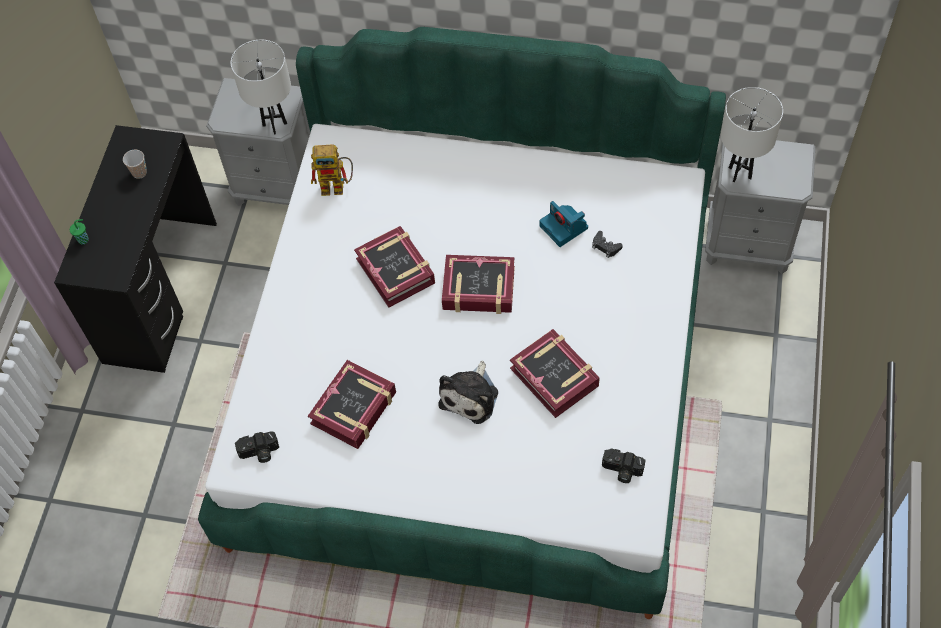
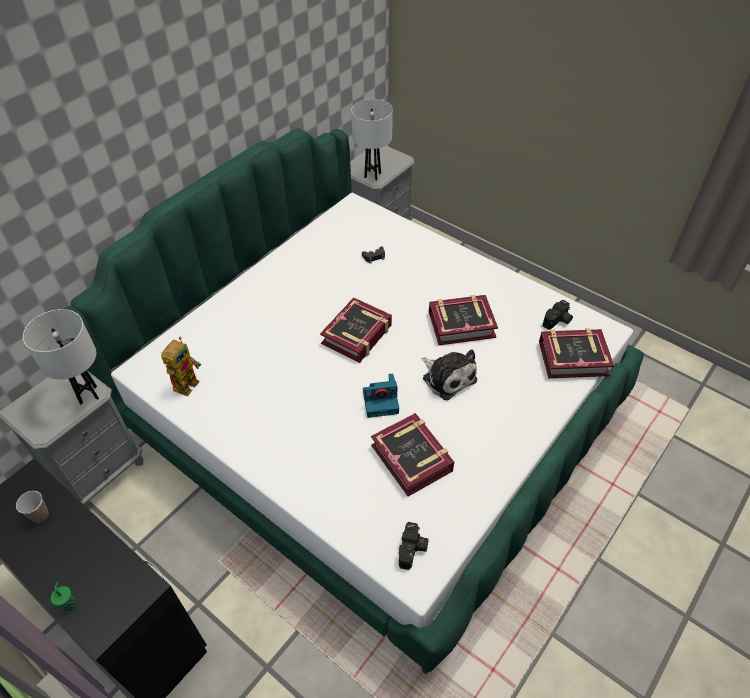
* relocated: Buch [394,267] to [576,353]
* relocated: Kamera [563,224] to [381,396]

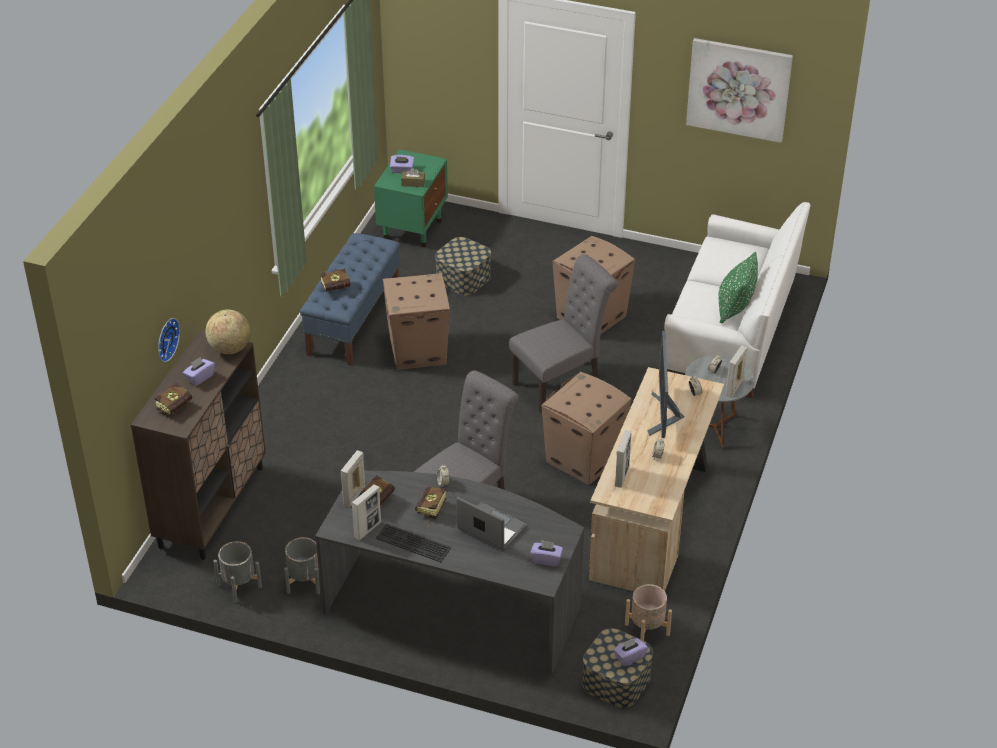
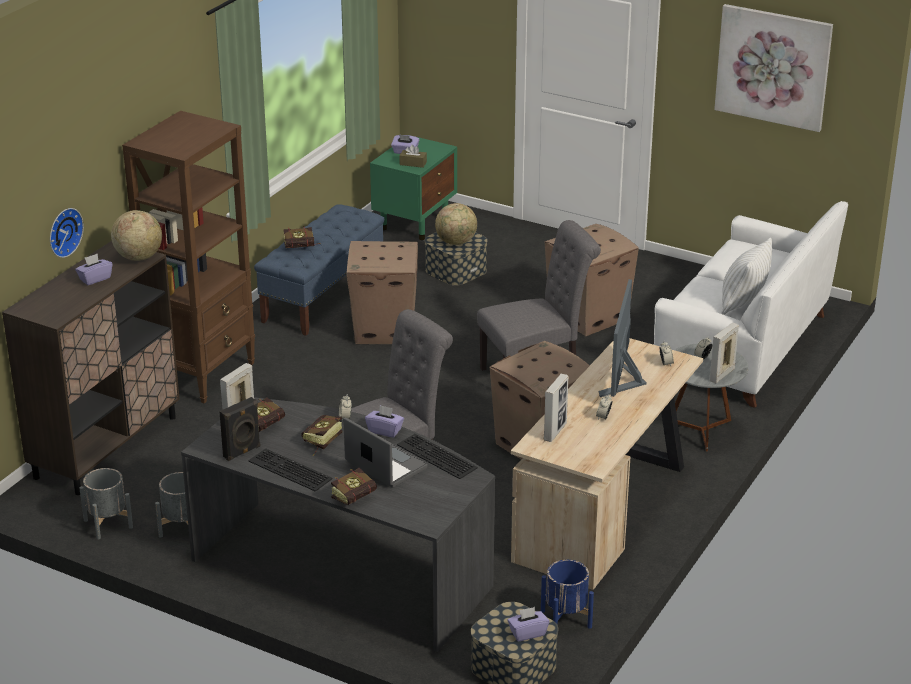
* relocated: Buch [173,399] to [354,486]
* exchanged: Bilderrahmen [366,512] to Lautsprecher [schwarz] [239,429]
* relocated: Taschentuchbox [lila] [546,553] to [384,421]
* colour: Pflanzkübel [beige] [648,612] to Pflanzkübel [blau] [567,594]
* colour: Kissen [grün] [738,288] to Kissen [weiß] [746,276]
* appeared: Bücherregal [braun] [188,257]
* appeared: Tastatur [437,456]
* appeared: Globus [456,224]

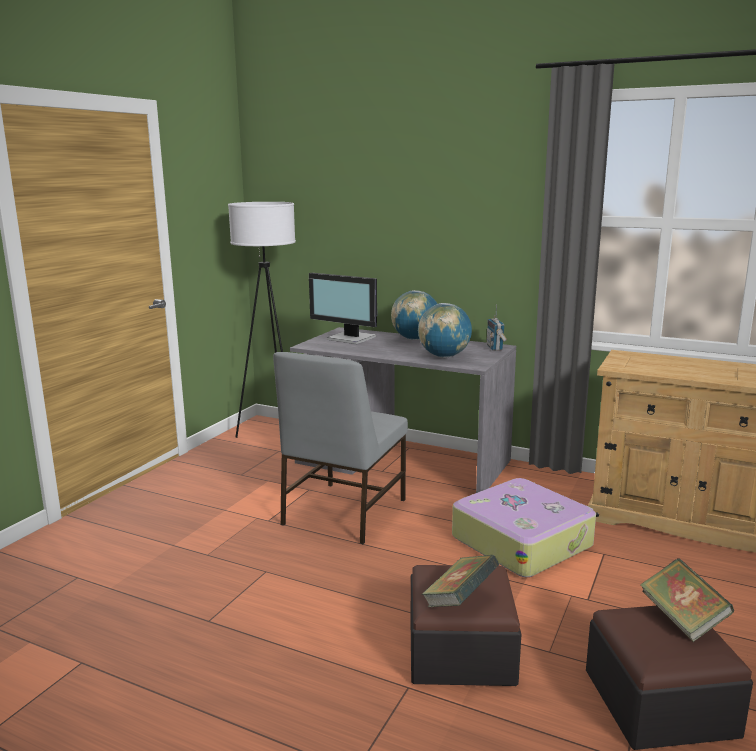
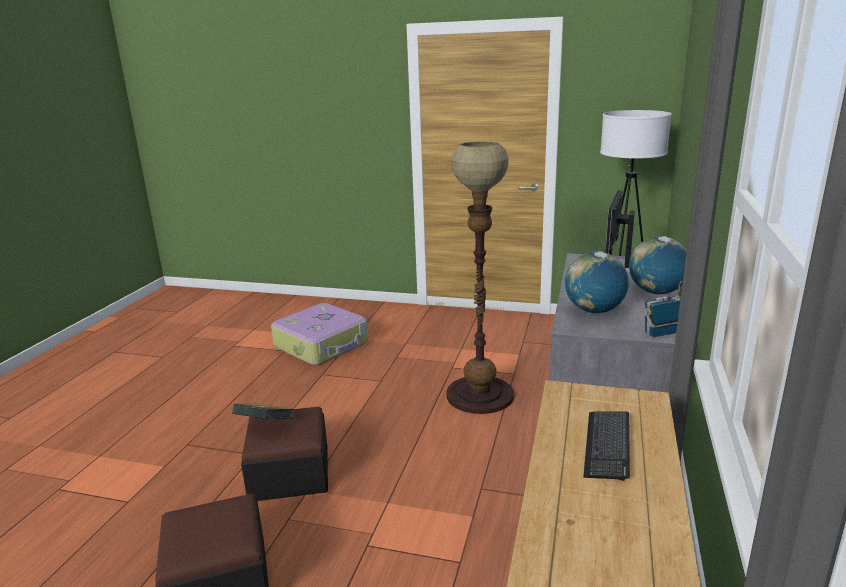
* exchanged: Stuhl [grau] [340,448] to Stehlampe [480,277]
* relocated: Koffer [524,527] to [319,334]
* missing: Buch [687,600]
* appeared: Tastatur [606,446]

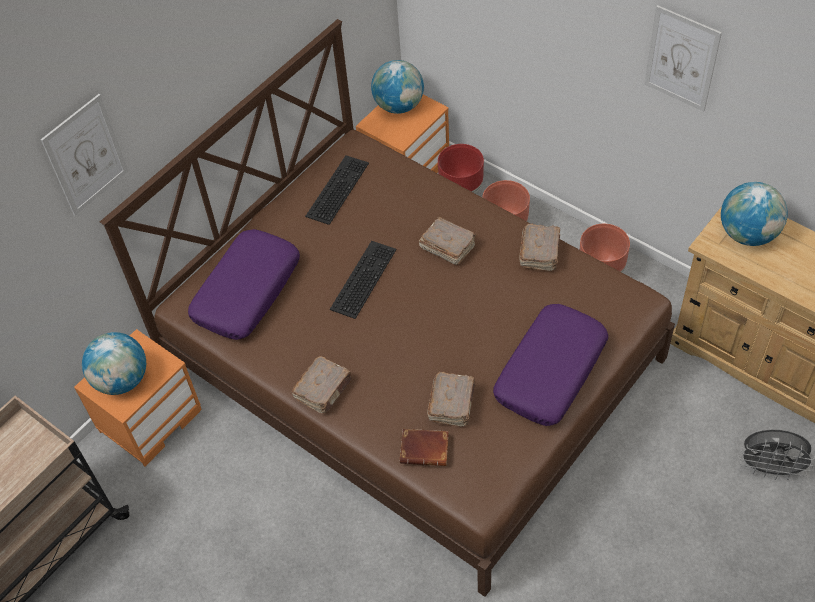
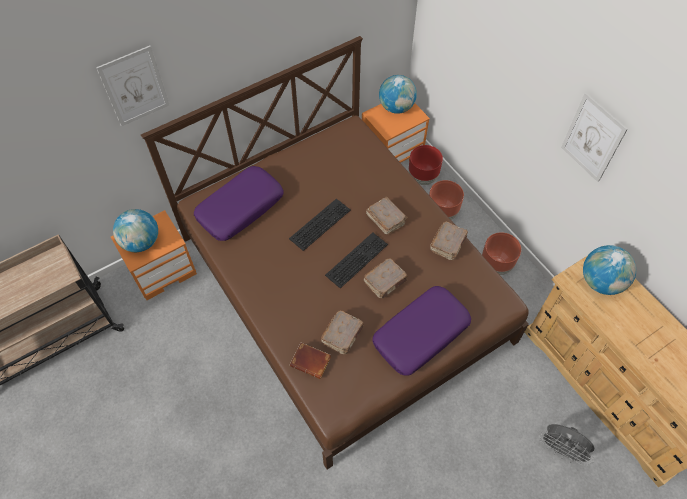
* relocated: Buch [braun] [322,384] to [386,278]
* relocated: Tastatur [337,190] to [356,260]

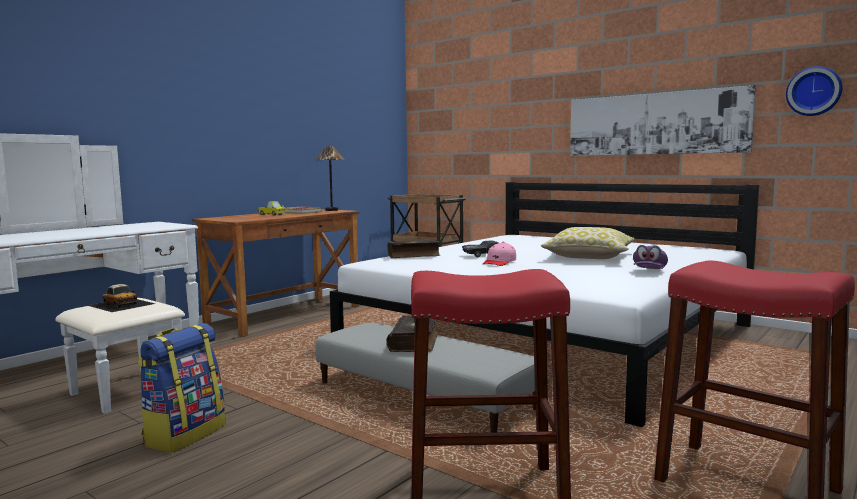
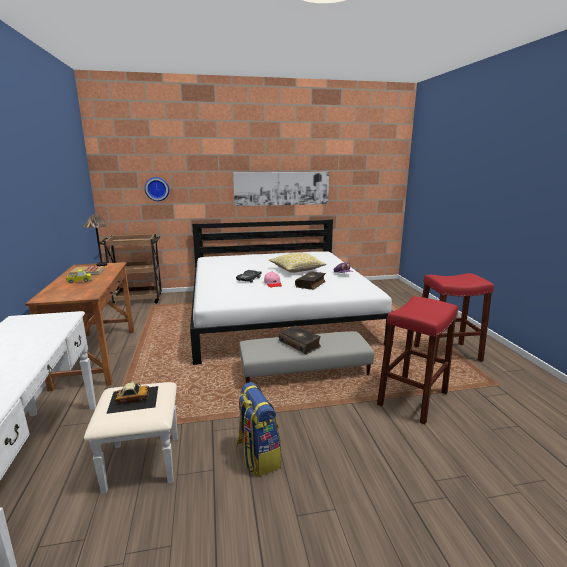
* relocated: Buch [414,248] to [310,280]
* relocated: Wanduhr [814,91] to [157,189]

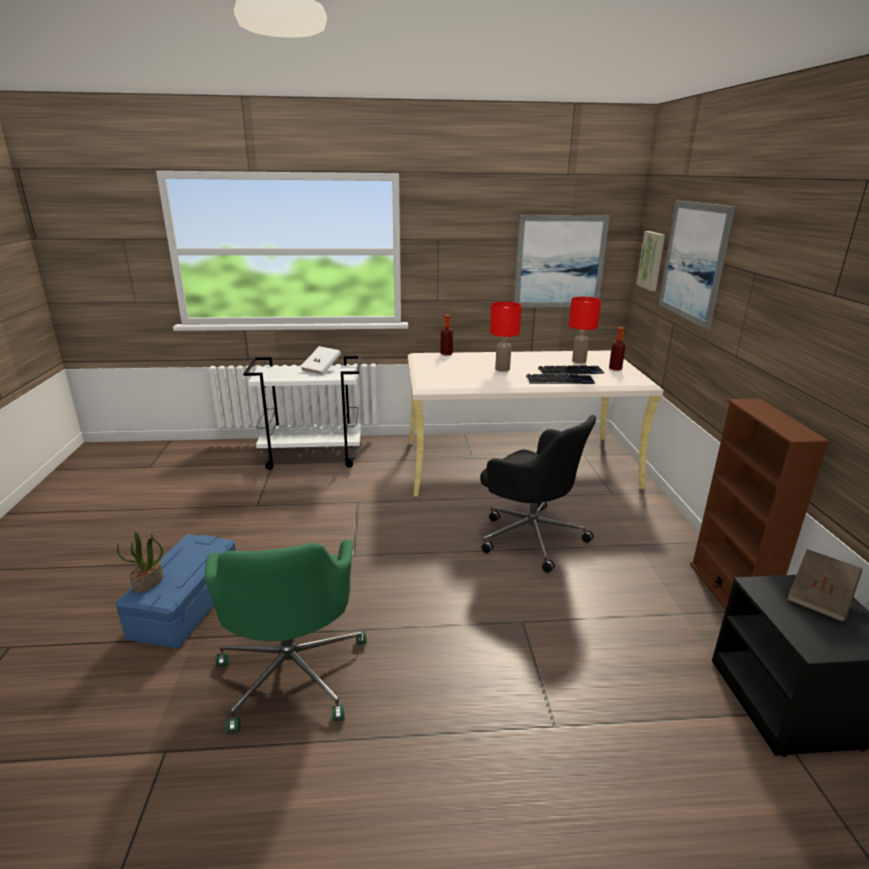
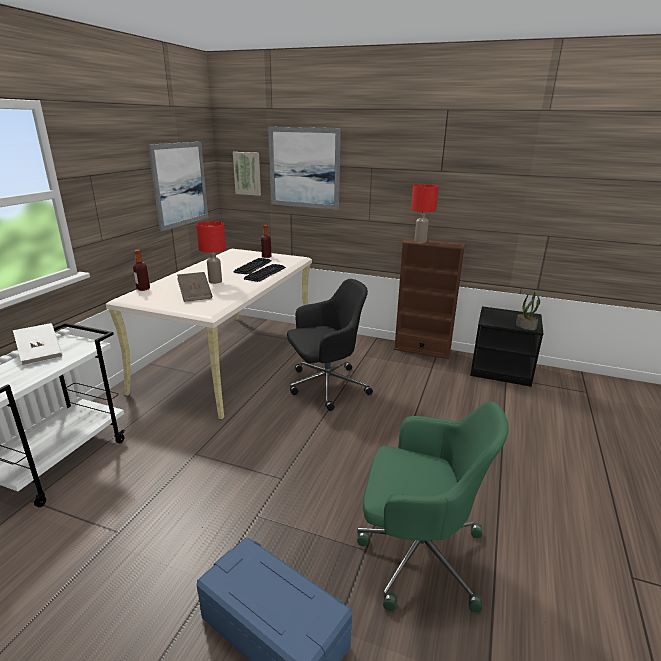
* relocated: Topfpflanze [140,562] to [528,311]
* relocated: Tischlampe [rot] [585,330] to [425,213]
* relocated: Buch [braun] [824,585] to [194,287]

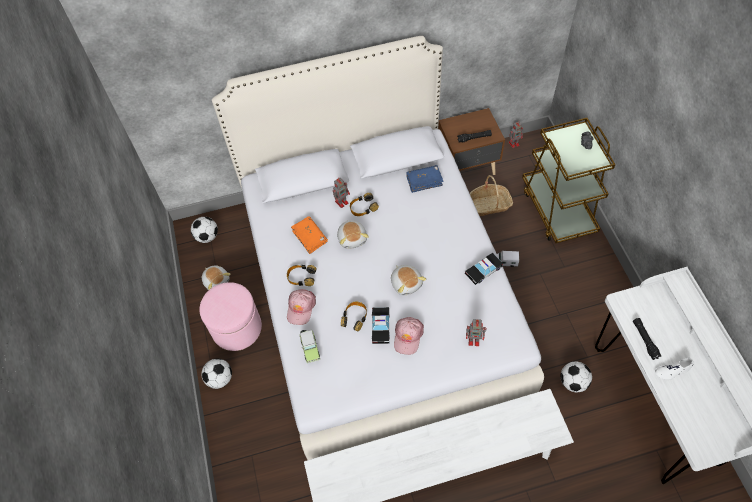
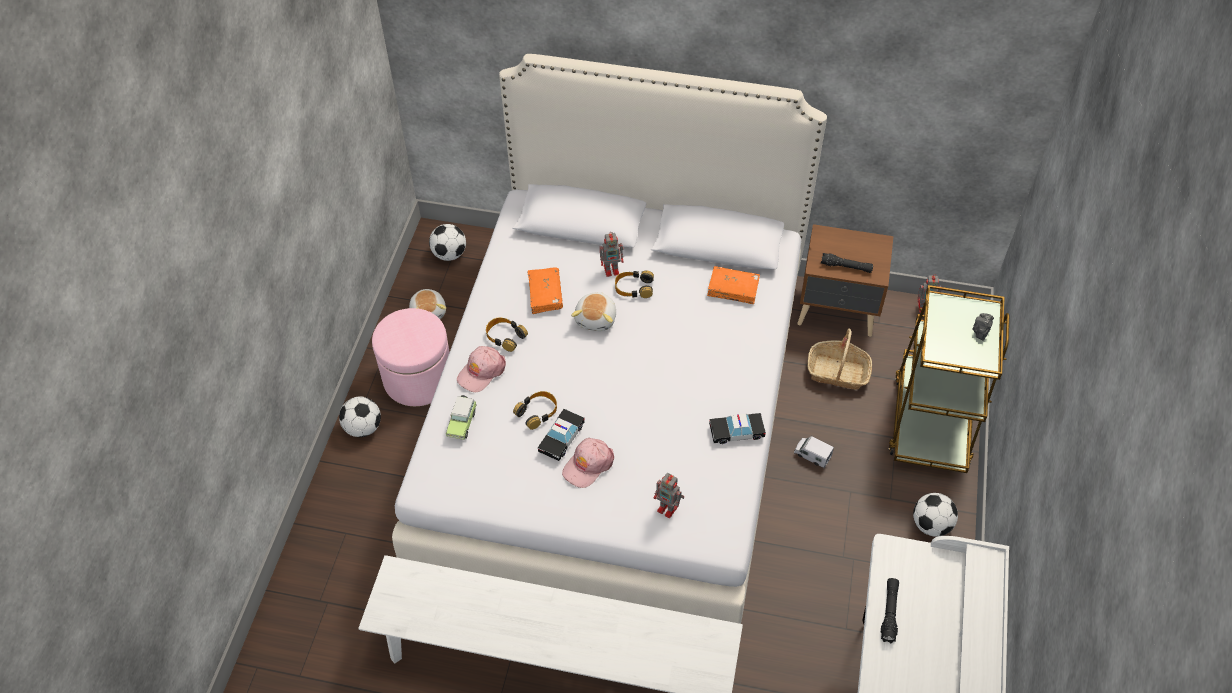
* missing: Plüschtier [408,280]
* colour: Buch [blau] [425,179] to Buch [orange] [733,285]
* relocated: Fußball [576,376] to [935,515]
* missing: Schuh [weiß] [674,369]

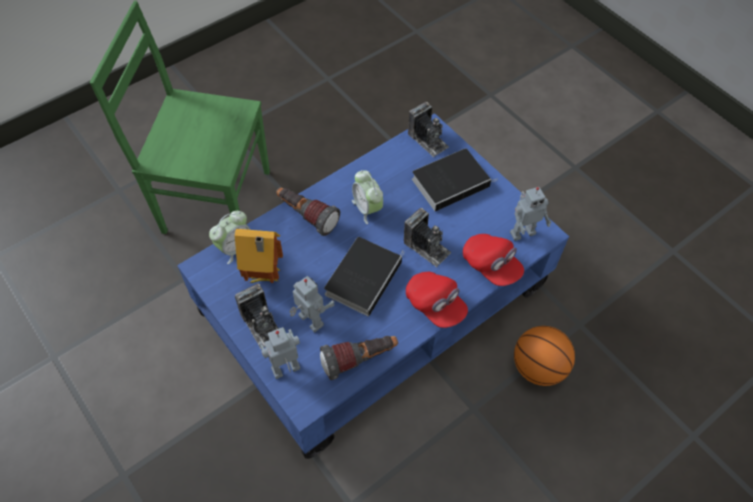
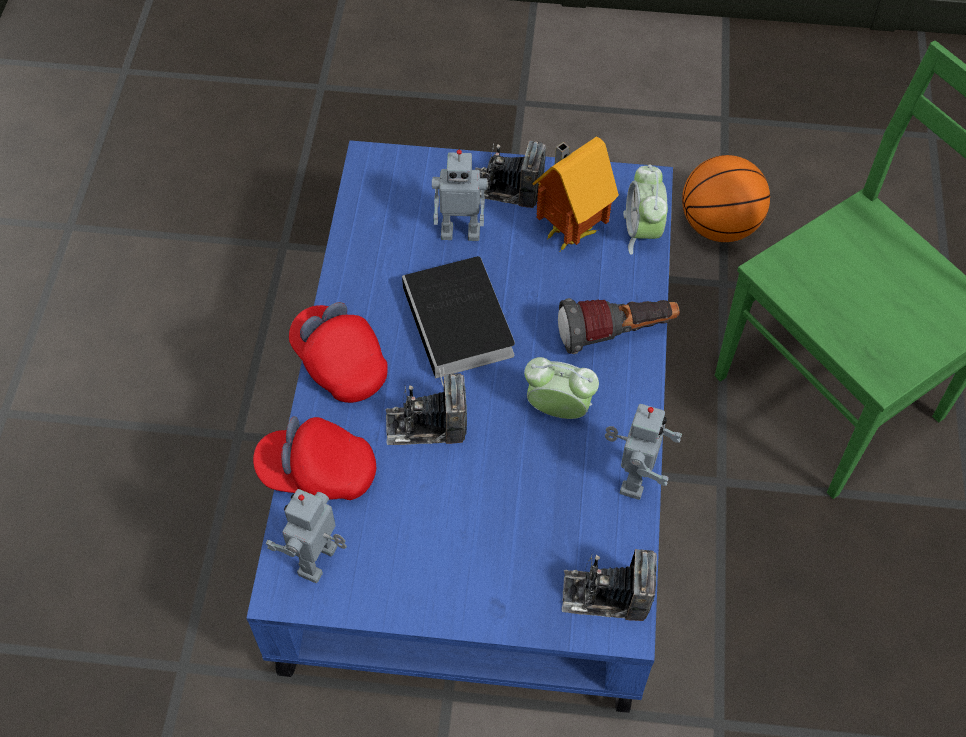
* relocated: Spielzeugroboter [279,353] to [643,452]
* missing: Taschenlampe [359,358]
* spun: Kappe [rot] [437,300] = [338,352] 45 degrees clockwise
* missing: Buch [455,180]
* relocated: Basketball [544,356] to [726,198]

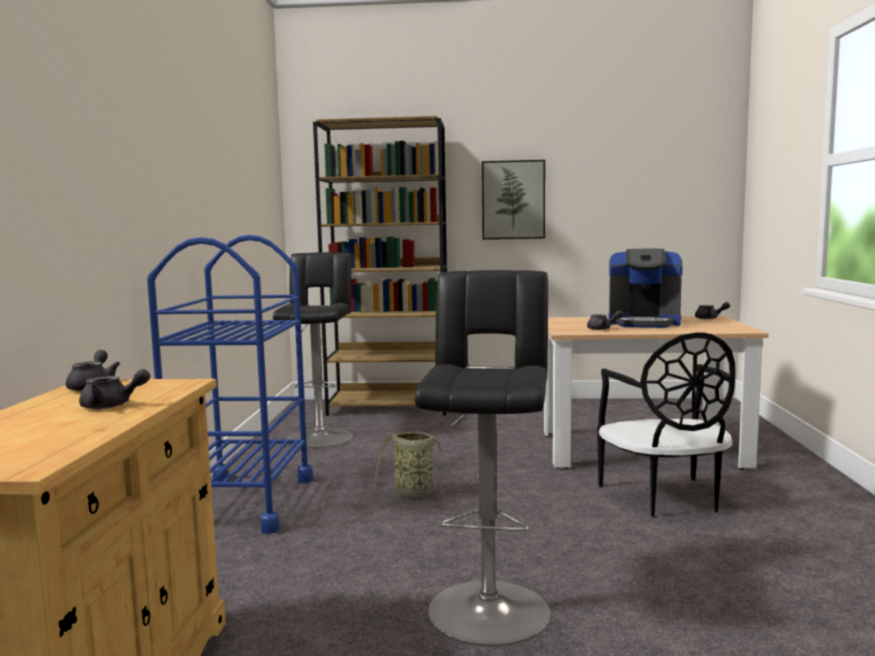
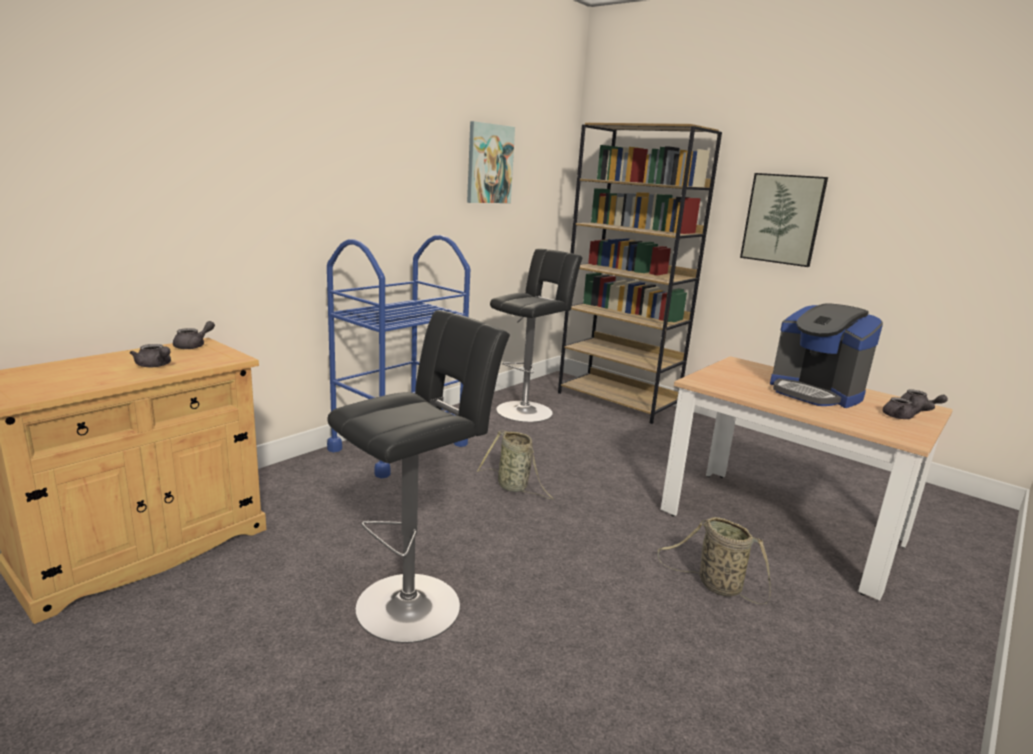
* relocated: Teekanne [grau] [605,320] to [909,408]
* exchanged: Stuhl [schwarz] [666,424] to Korb [714,560]
* appeared: Bild [491,162]

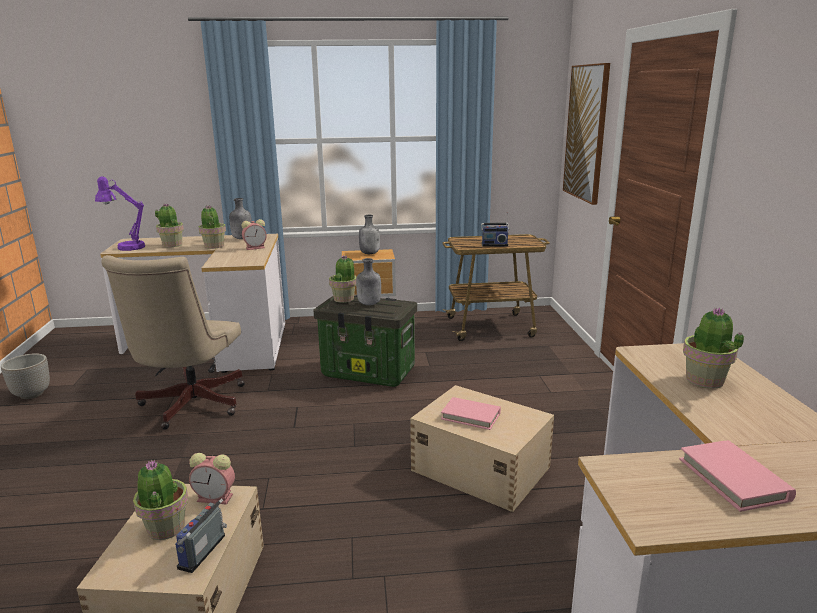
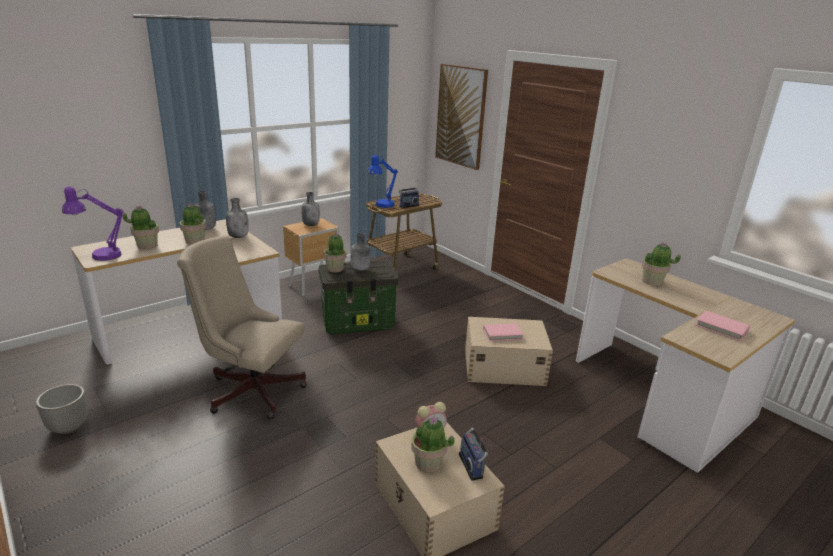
* spun: Bürostuhl [beige] [173,342] = [242,327] 135 degrees clockwise
* exchanged: Wecker [254,234] to Flasche [grau] [237,218]
* appeared: Tischlampe [blau] [382,181]

